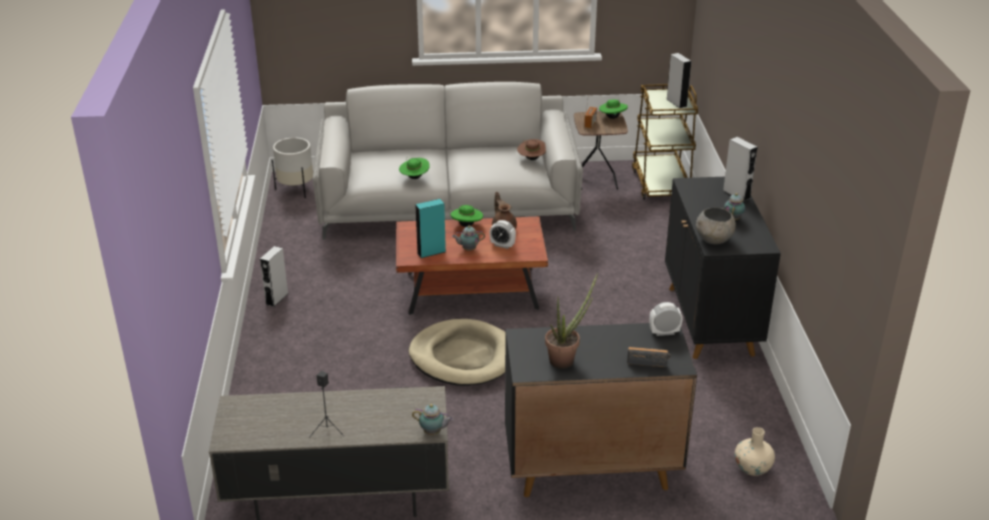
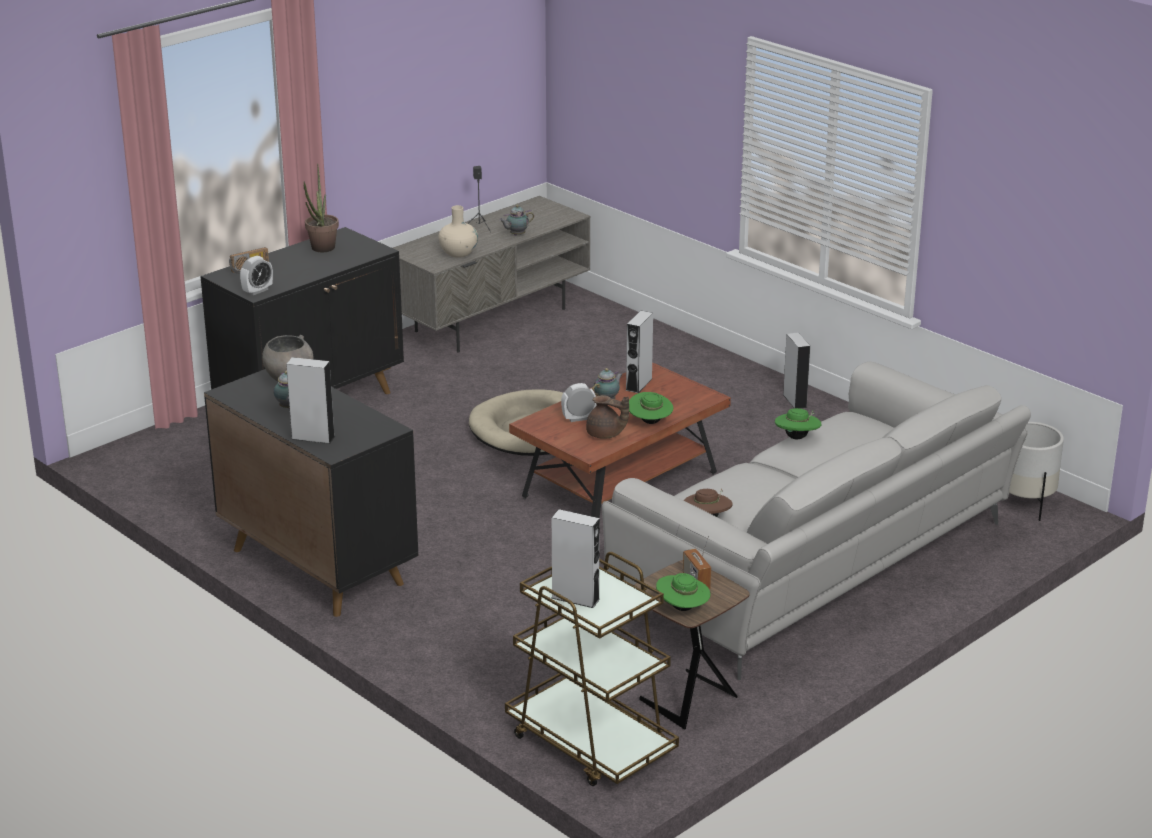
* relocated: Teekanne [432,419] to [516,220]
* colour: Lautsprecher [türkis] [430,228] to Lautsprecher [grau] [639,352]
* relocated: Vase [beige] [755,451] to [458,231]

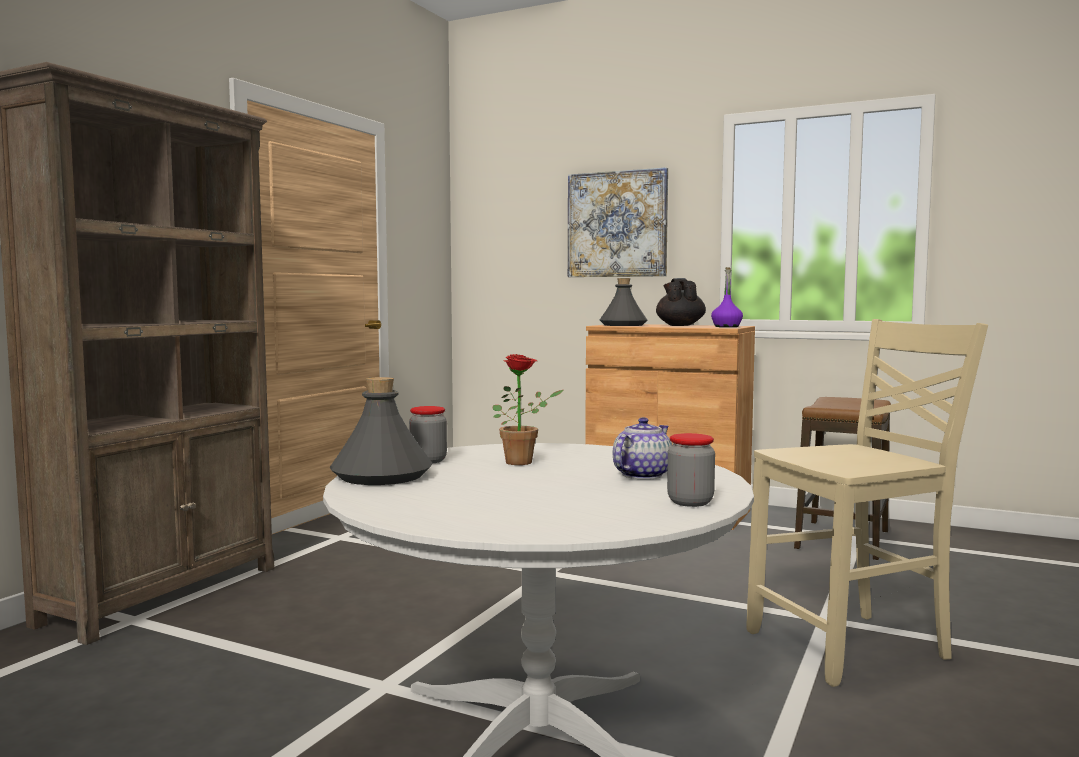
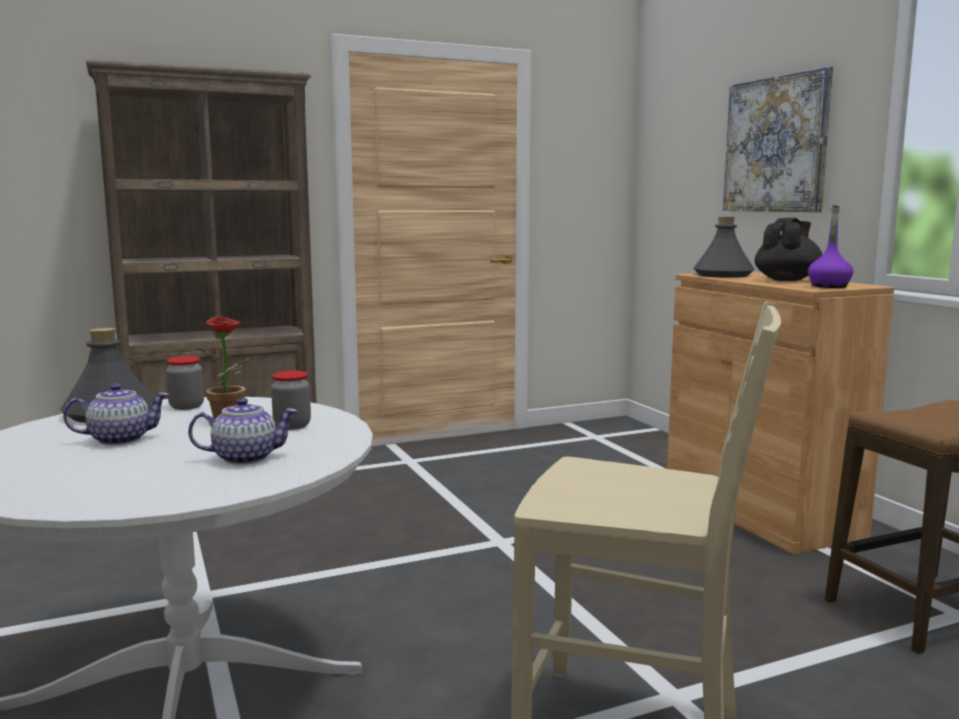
* relocated: Vorratsglas [691,470] to [291,400]
* appeared: Teekanne [116,414]

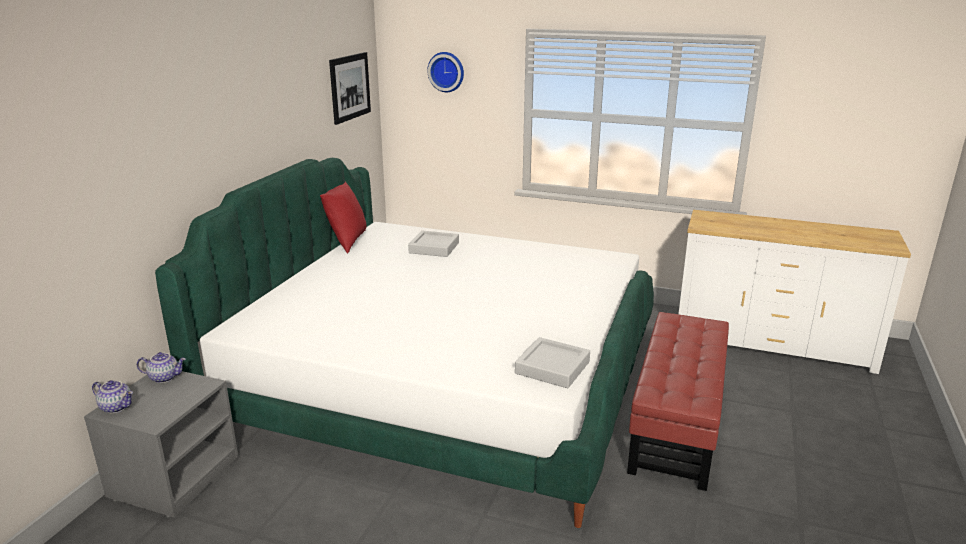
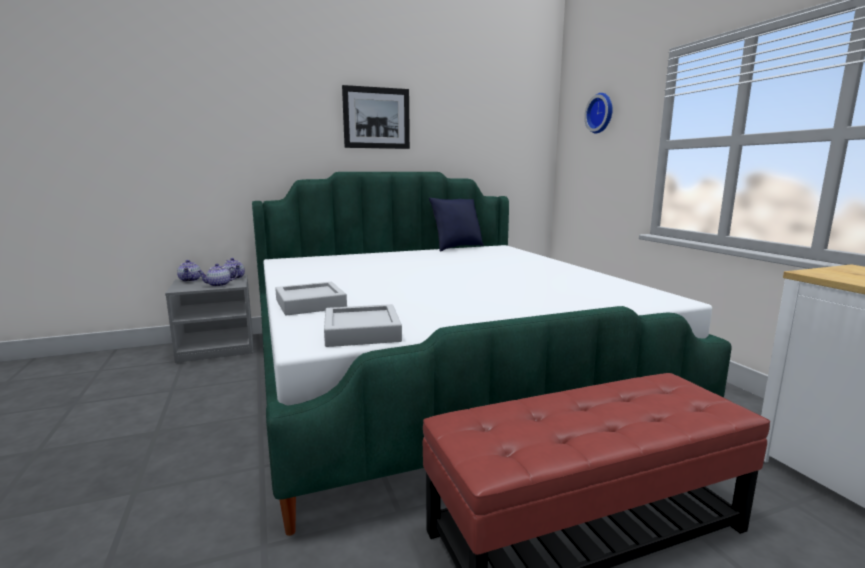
* colour: Kissen [rot] [343,217] to Kissen [blau] [456,224]
* relocated: Bild [350,88] to [376,117]
* relocated: Tablett [grau] [433,244] to [311,299]
* appeared: Teekanne [217,275]

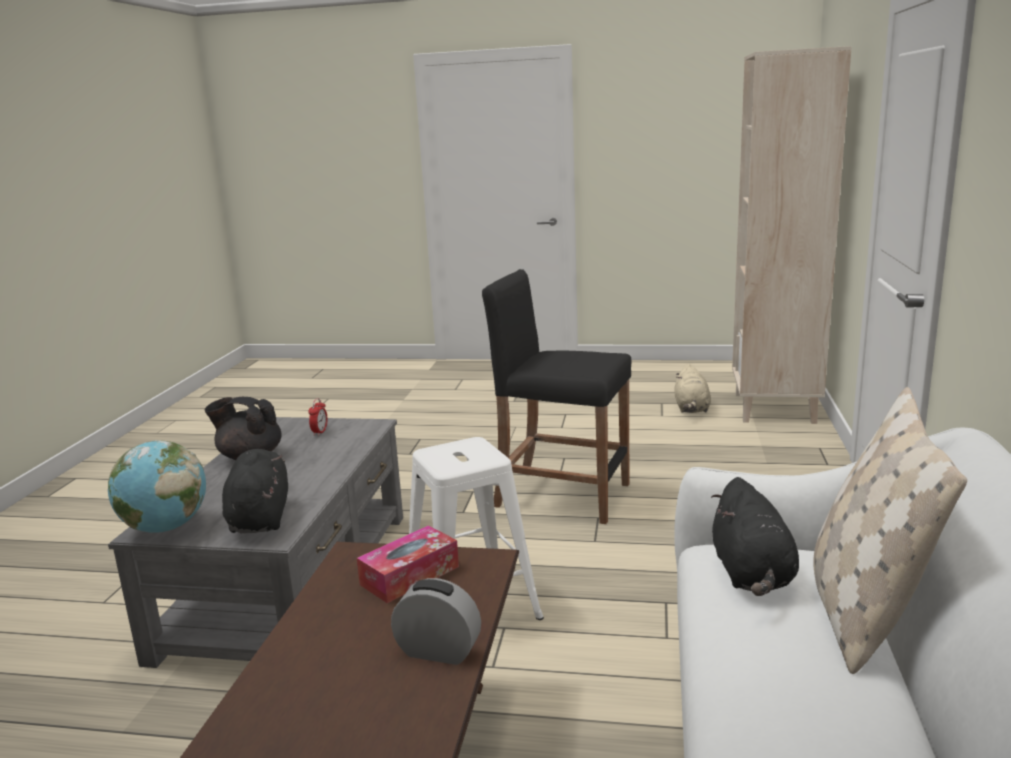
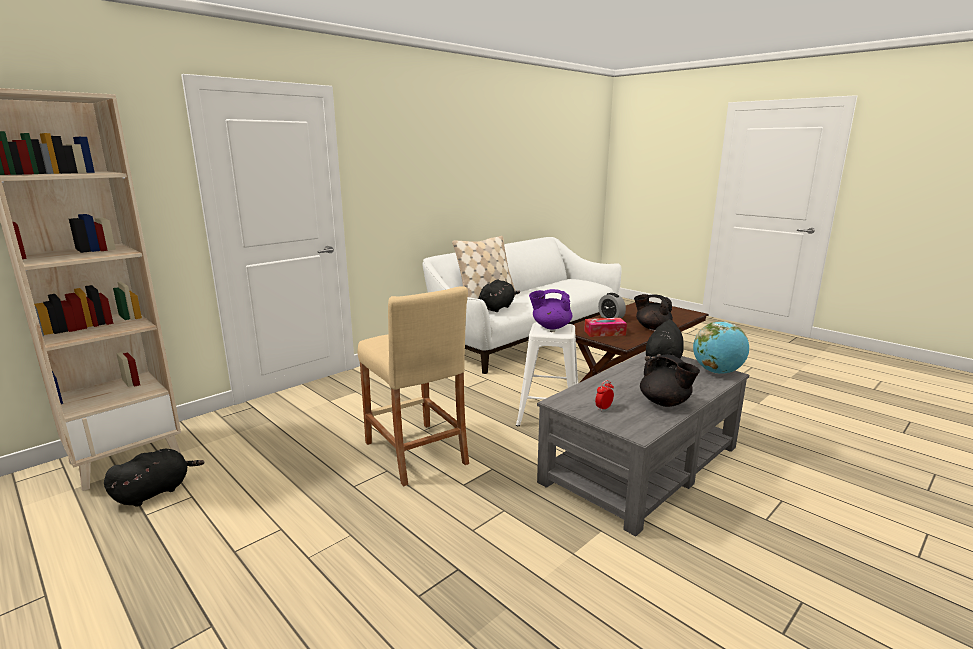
* colour: Hocker [schwarz] [557,396] to Hocker [beige] [413,386]
* colour: Plüschtier [beige] [693,388] to Plüschtier [schwarz] [154,478]
* appeared: Teekanne [lila] [550,309]
* appeared: Teekanne [schwarz] [653,312]

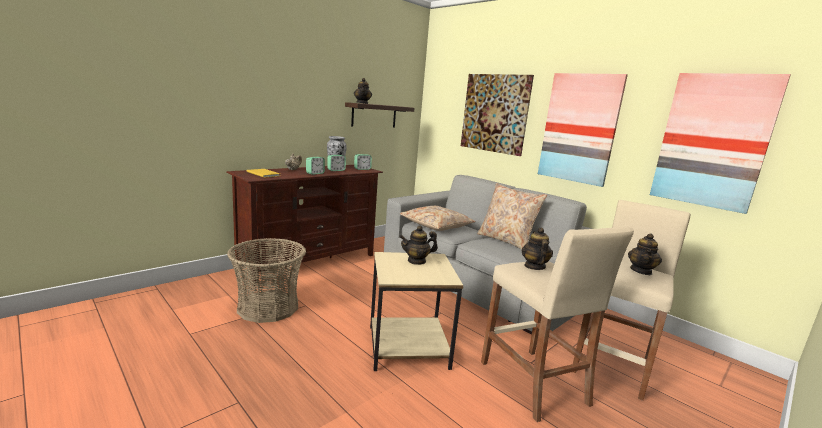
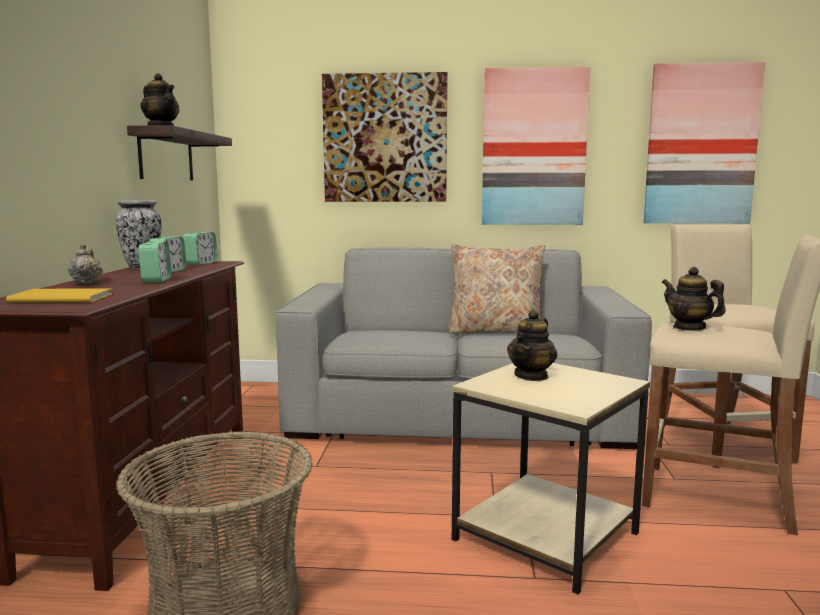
* missing: Kissen [beige] [437,218]
* missing: Teekanne [645,254]

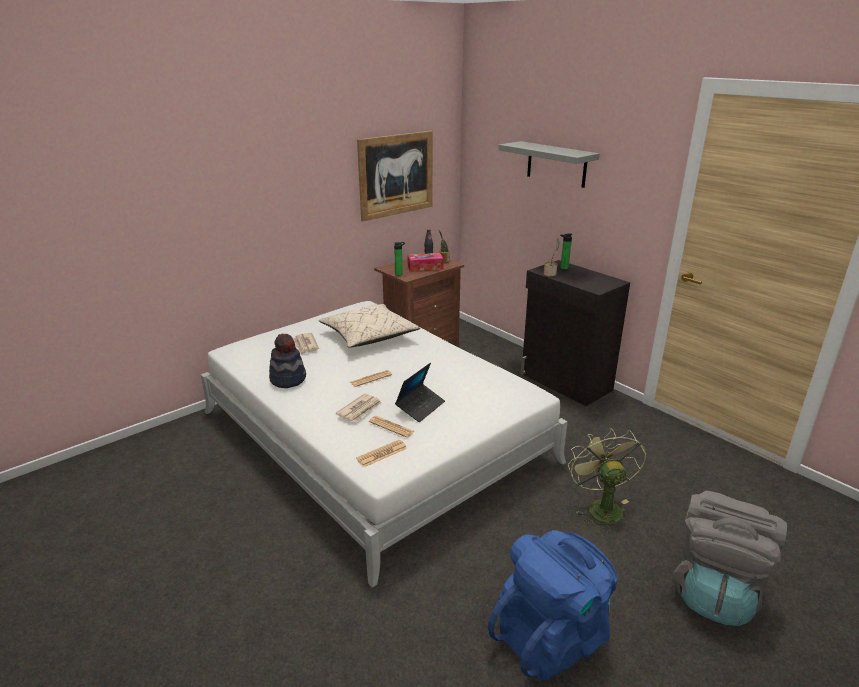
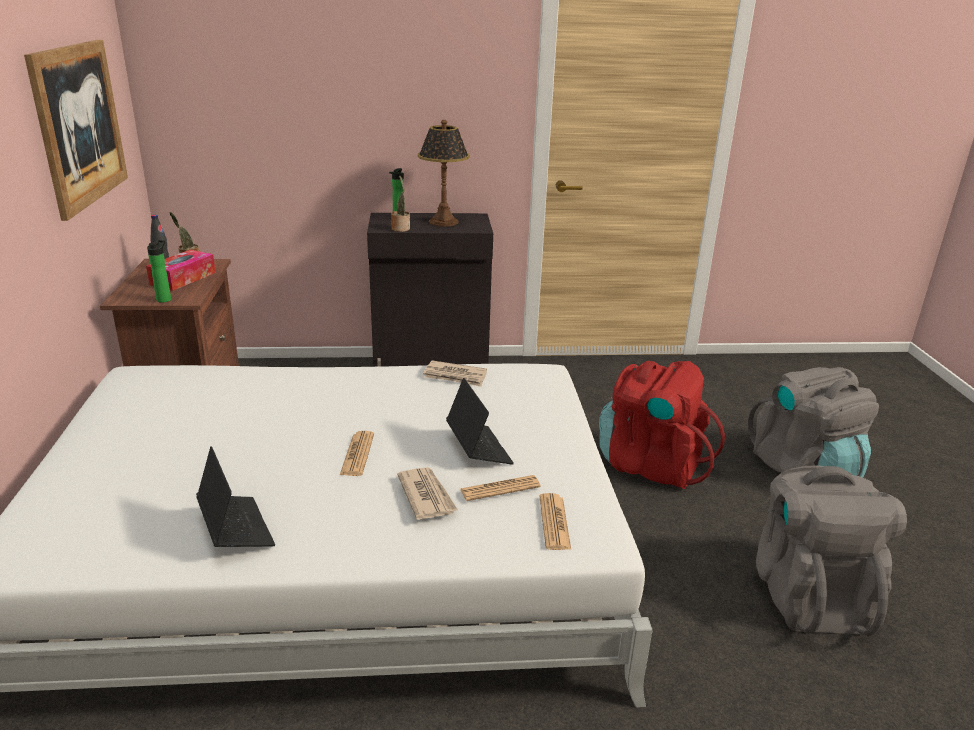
* exchanged: Hut [287,360] to Laptop [235,496]
* relocated: Zeitung [306,344] to [455,373]
* missing: Kissen [beige] [369,326]
* colour: Rucksack [blau] [553,605] to Rucksack [grau] [831,550]
* missing: Wandregal [grau] [549,164]
* exchanged: Ventilator [grün] [607,480] to Rucksack [rot] [662,425]
* appeared: Tischlampe [444,173]

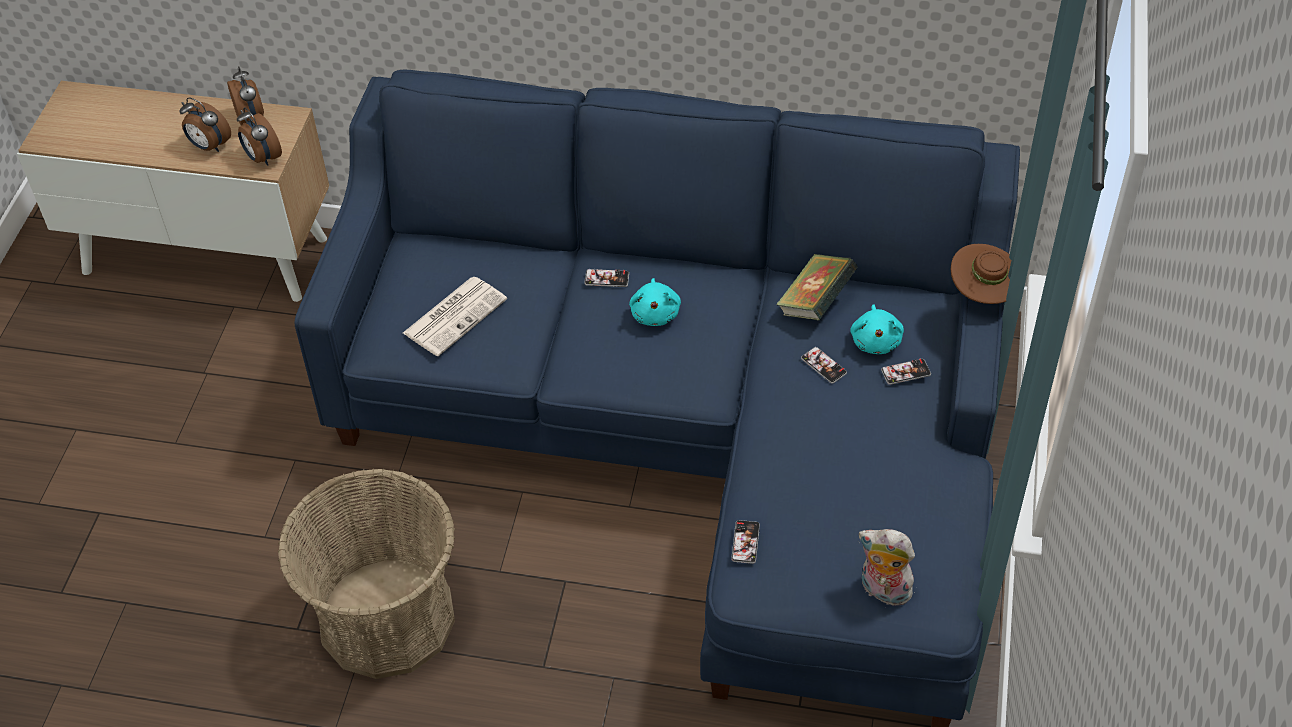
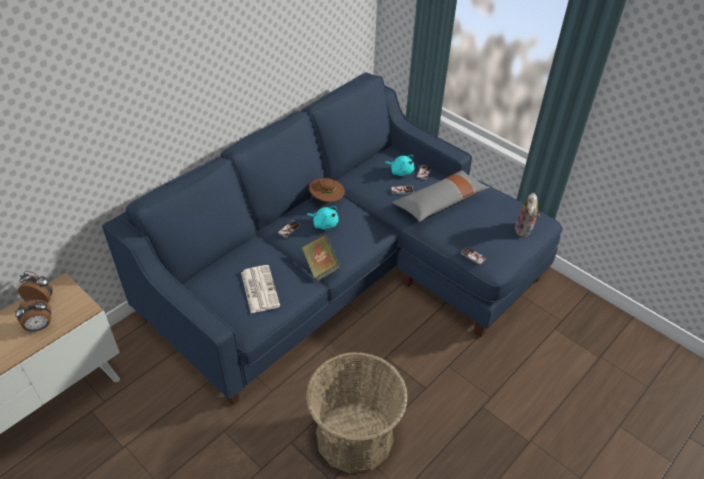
* missing: Wecker [259,136]
* relocated: Buch [817,287] to [321,257]
* spun: Plüschtier [887,568] = [527,215] 45 degrees counterclockwise
* relocated: Hut [braun] [981,274] to [327,190]
* appeared: Kissen [grau] [441,196]

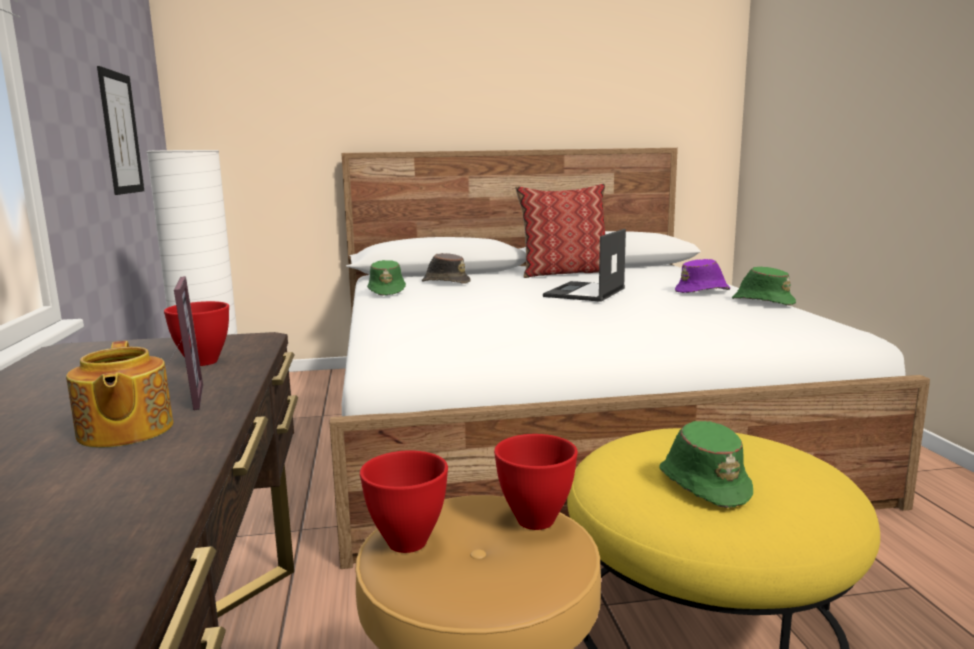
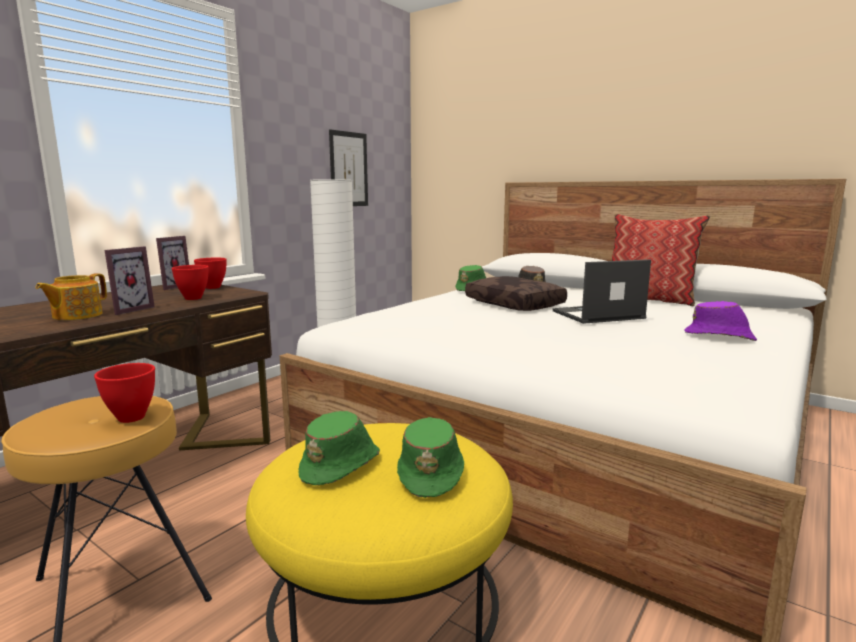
* relocated: Schüssel [rot] [404,501] to [210,273]
* relocated: Hut [grün] [764,286] to [430,457]
* appeared: Bilderrahmen [172,263]
* appeared: Kissen [braun] [516,293]

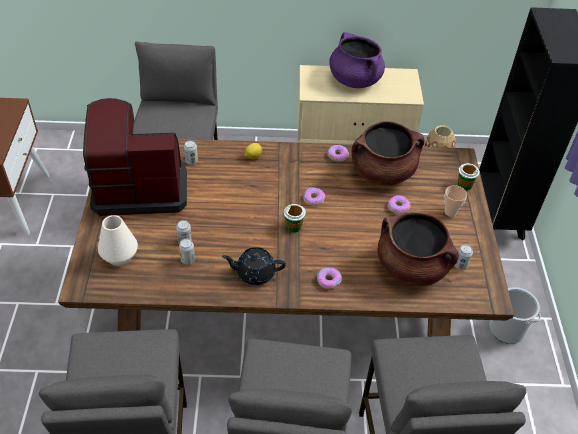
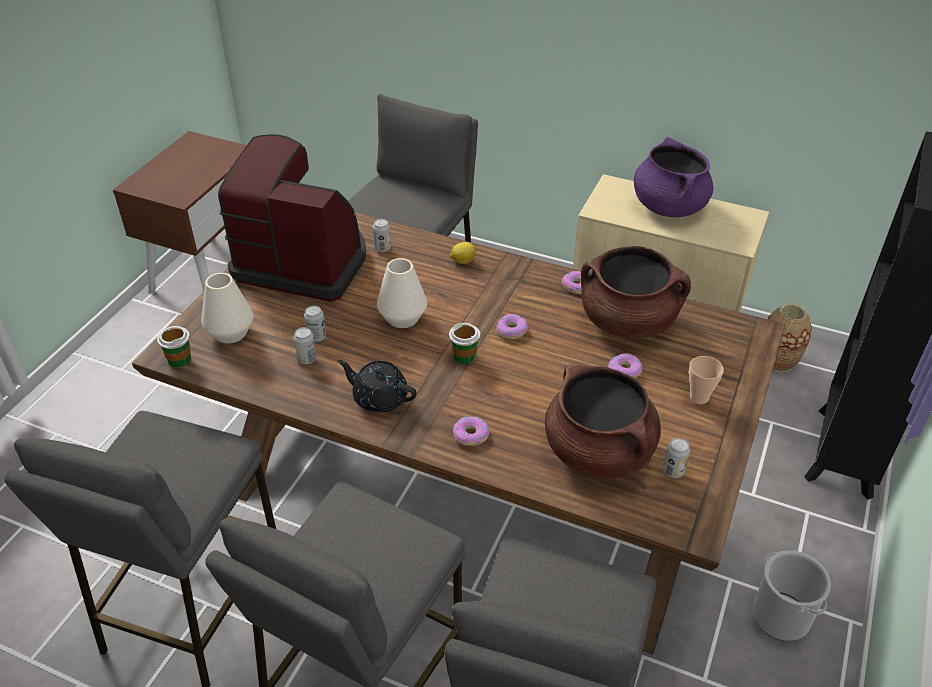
* relocated: Tasse [469,177] to [174,347]
* appeared: Vase [weiß] [402,293]

